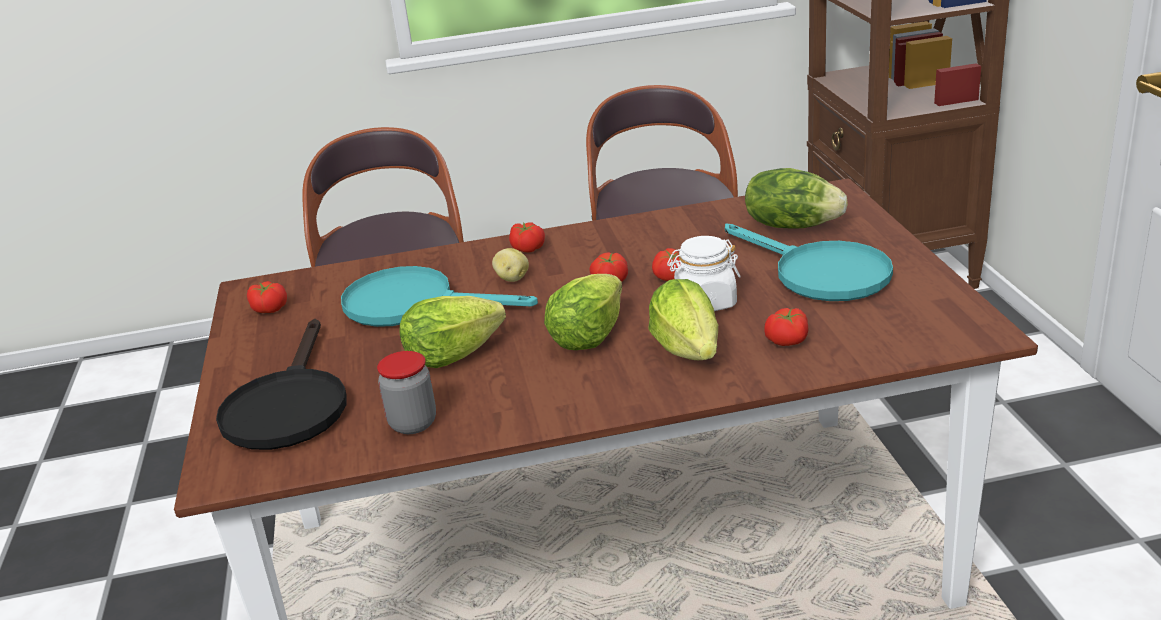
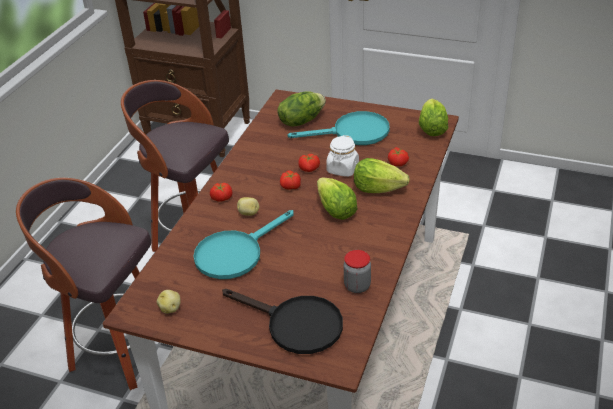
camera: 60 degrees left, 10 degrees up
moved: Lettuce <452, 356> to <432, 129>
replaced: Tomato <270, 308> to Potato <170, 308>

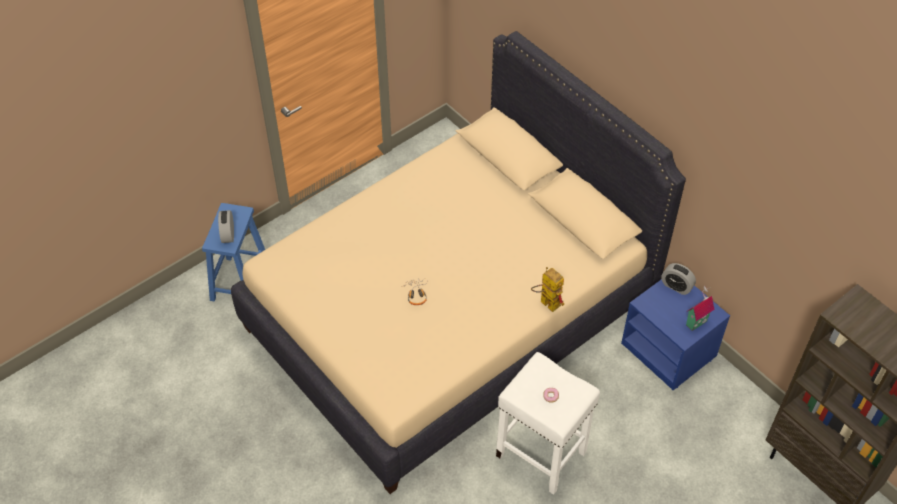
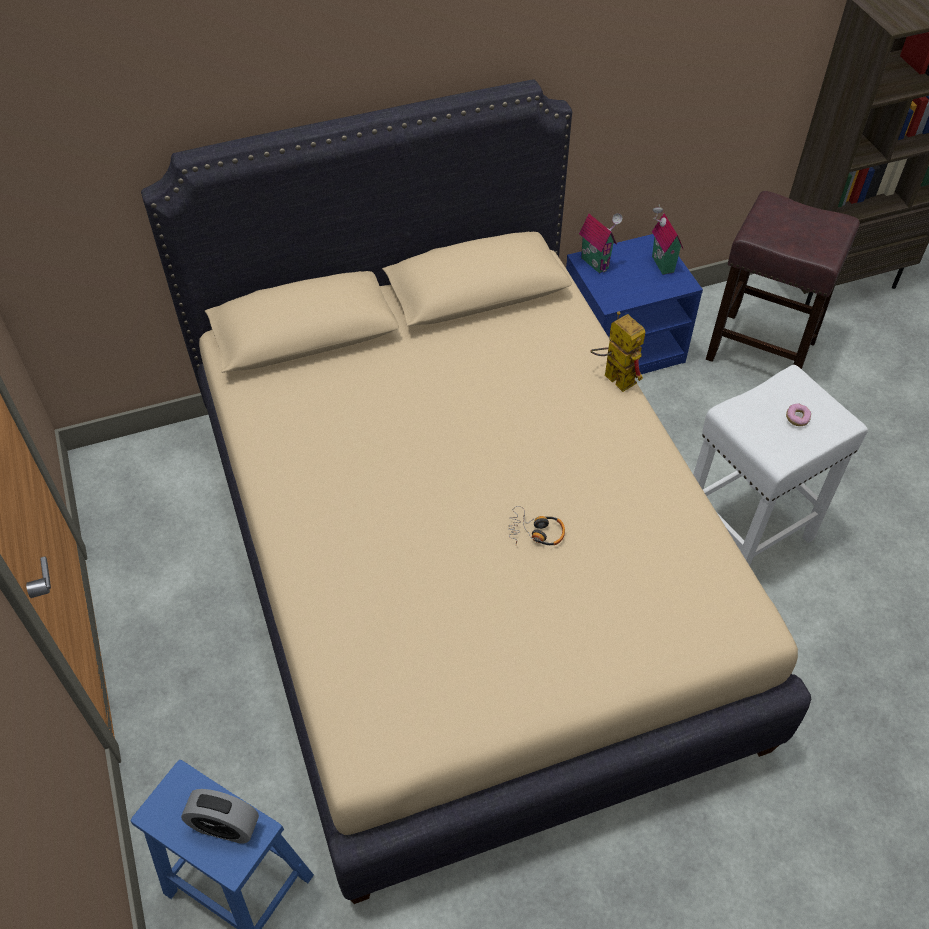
camera: 70 degrees left, 0 degrees up
added: BrownColouredStoolSeat <758, 350>
replaced: BedsideClock <676, 286> to ModelHouse <596, 262>
turned: RobotFigure <546, 302> = <613, 376> 75 degrees clockwise

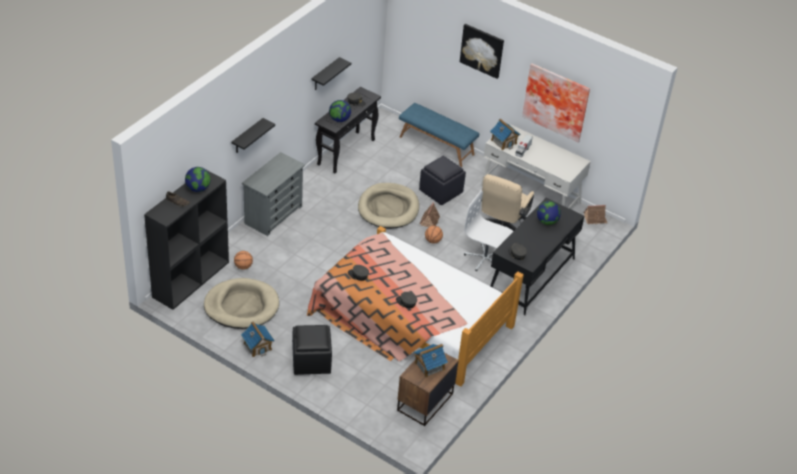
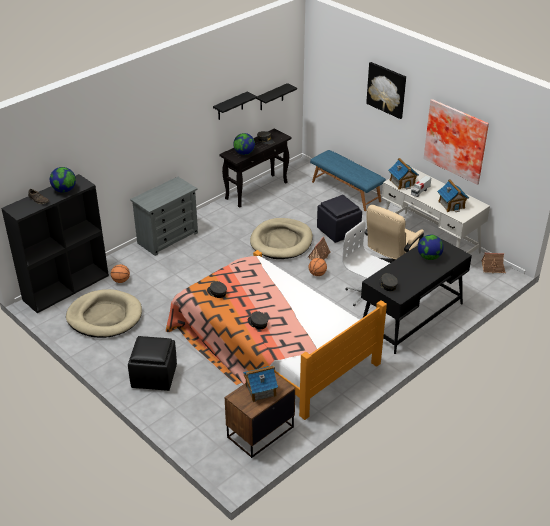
camera: 15 degrees right, 5 degrees down
moved: BlackishBracketShelf <247, 137> to <271, 97>; ModelHouse <257, 346> to <451, 204>

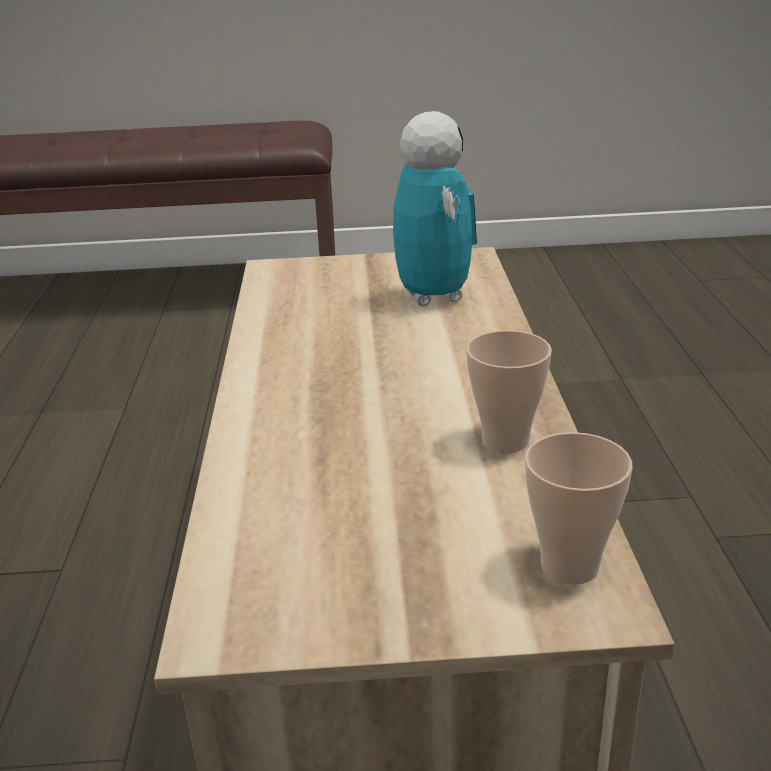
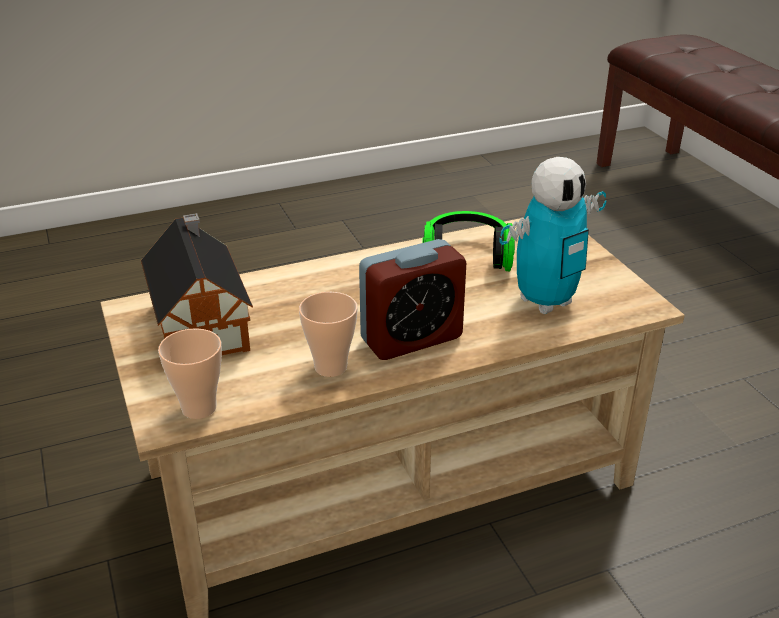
camera: 70 degrees right, 5 degrees up
added: ModelHouse <201, 323>; BedsideClock <411, 339>; Headset <466, 256>

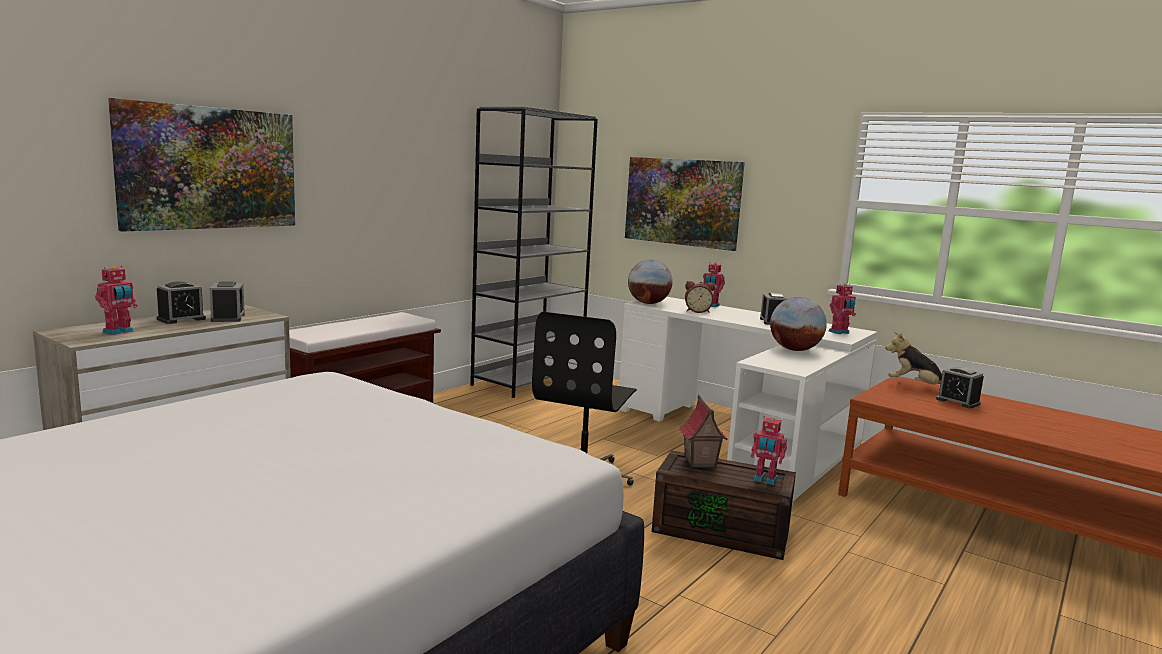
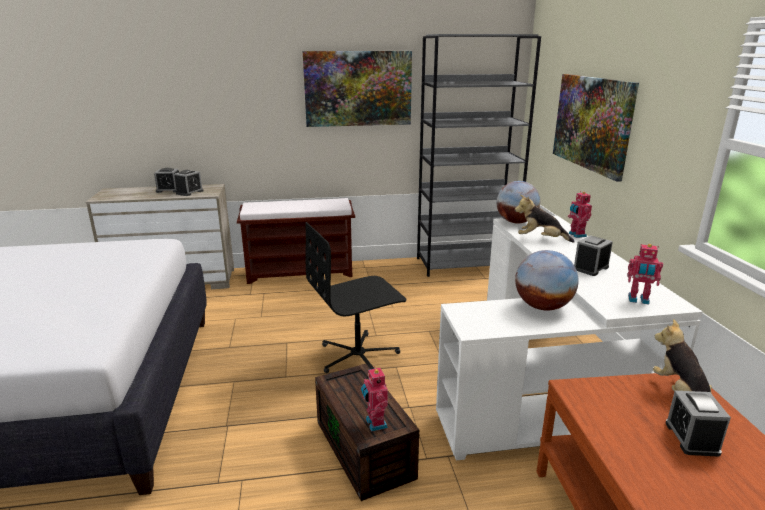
camera: 45 degrees right, 10 degrees up
removed: RobotFigure <119, 332>; ModelHouse <699, 462>
moved: WallPicture <209, 168> to <358, 88>
replaced: BedsideClock <697, 311> to SoftToy <540, 239>

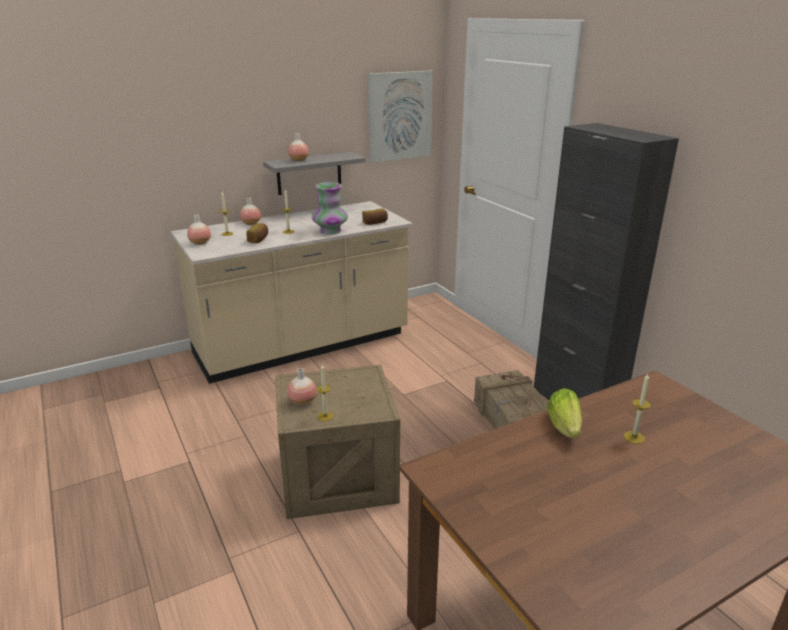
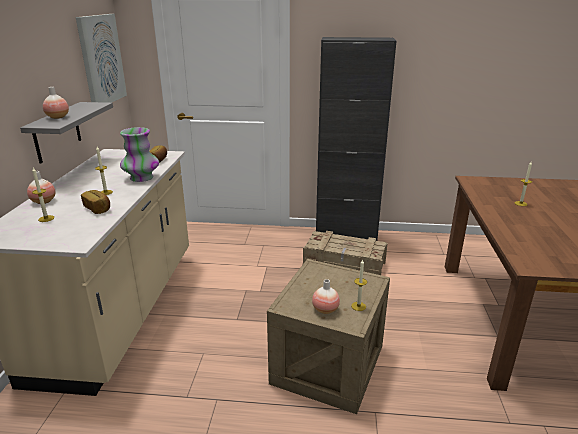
camera: 55 degrees left, 0 degrees up
removed: DecorativeVase <200, 243>; Lettuce <565, 428>

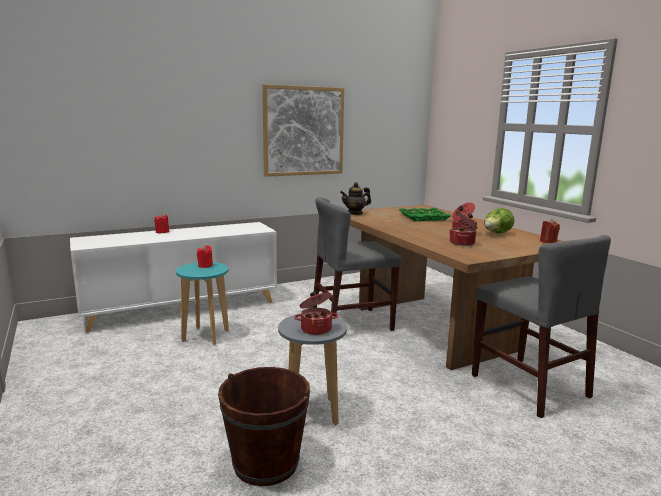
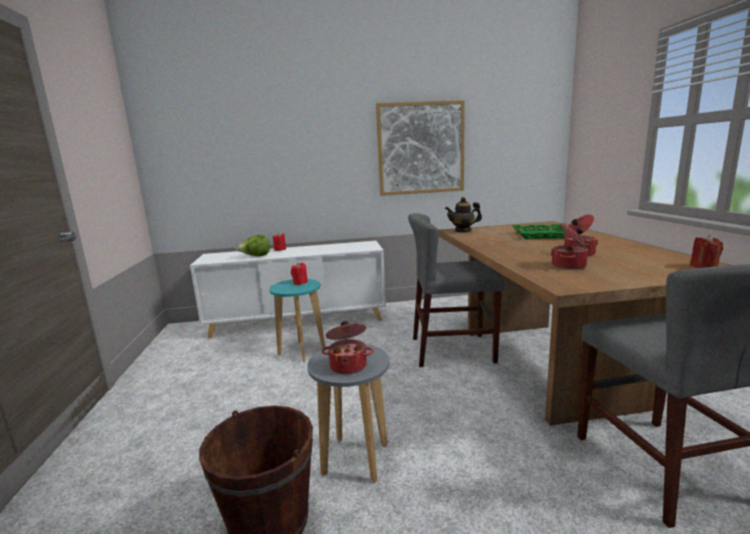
camera: 20 degrees right, 0 degrees up
moved: Lettuce <496, 234> to <256, 256>

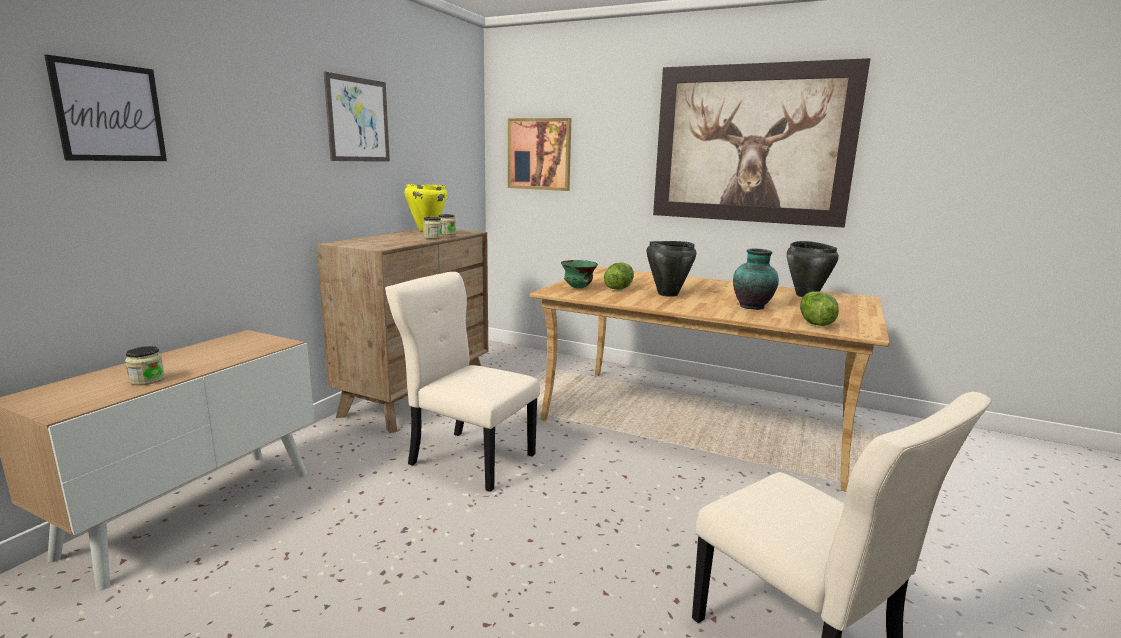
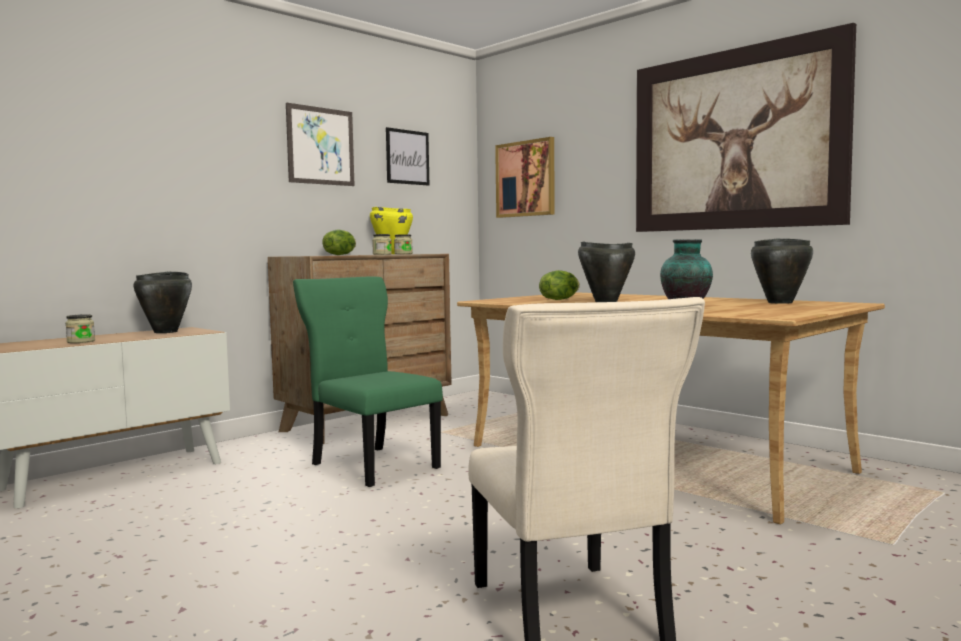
camera: 20 degrees right, 10 degrees down
removed: GreenBowl <578, 288>
added: BlackishCookingPot <166, 332>
moved: WallPicture <110, 112> to <407, 157>; Lettuce <814, 323> to <340, 255>
recoloured: BeigeColouredChair <468, 458> to GreenChair <372, 465>

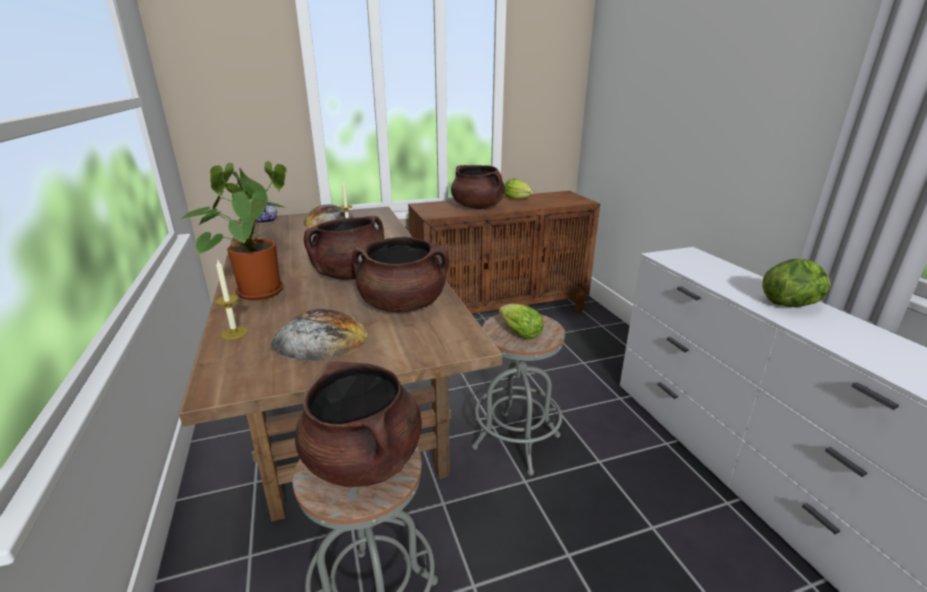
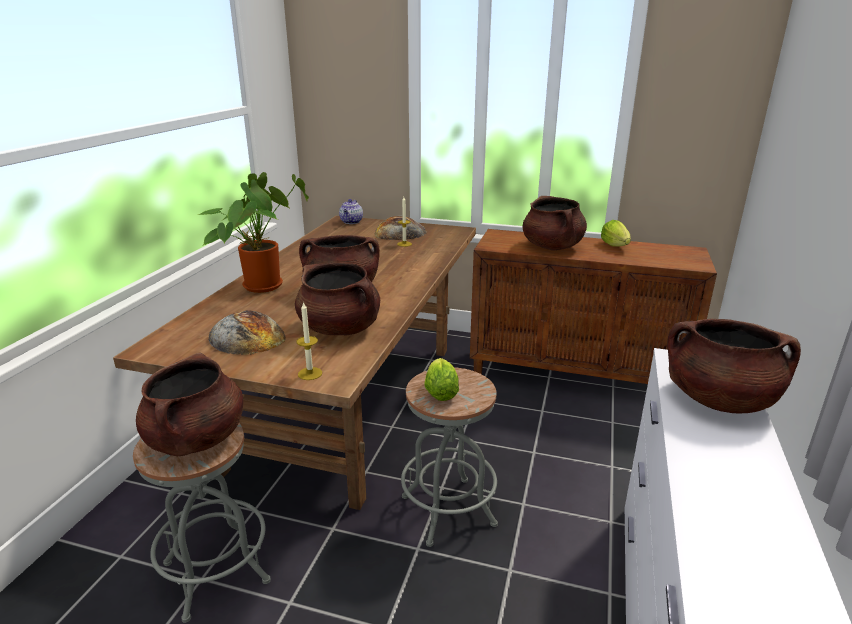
camera: 35 degrees right, 0 degrees up
removed: Lettuce <791, 304>
added: BrownColouredCookingPot <719, 400>
moved: Candle <234, 333> to <310, 373>

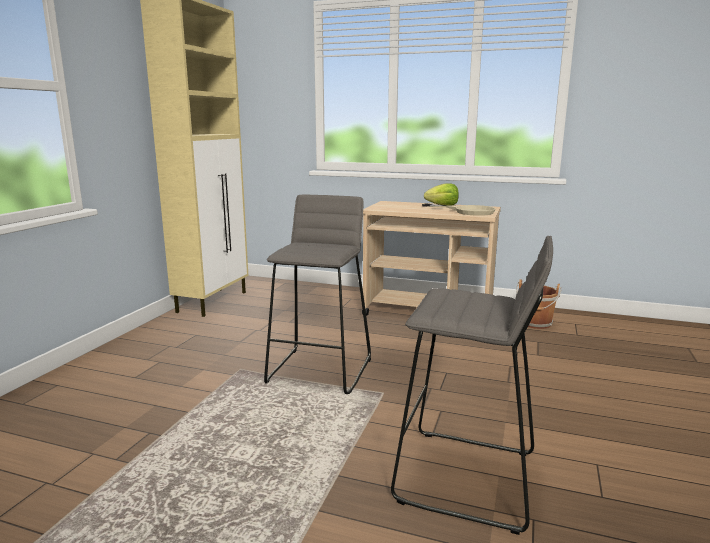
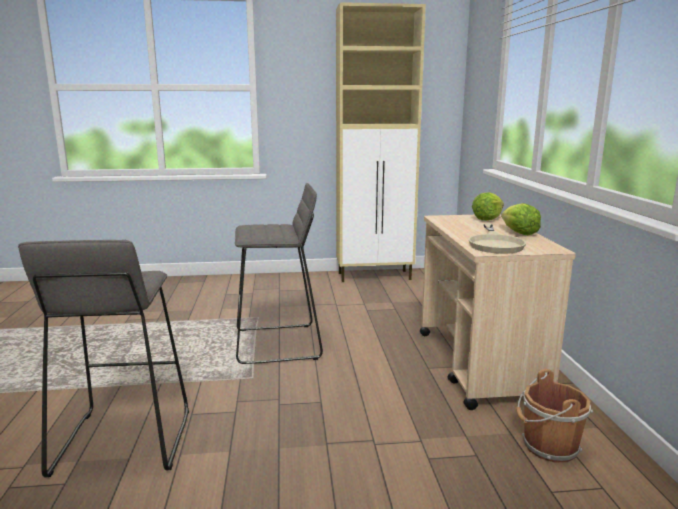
camera: 65 degrees right, 0 degrees up
added: Lettuce <487, 219>

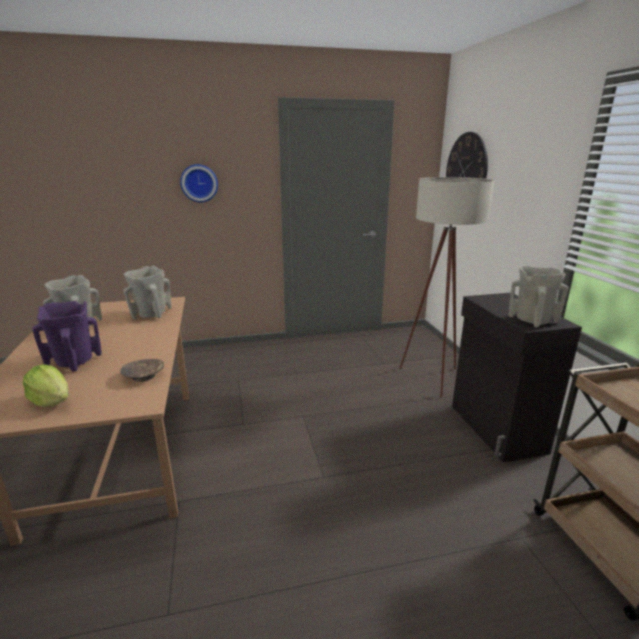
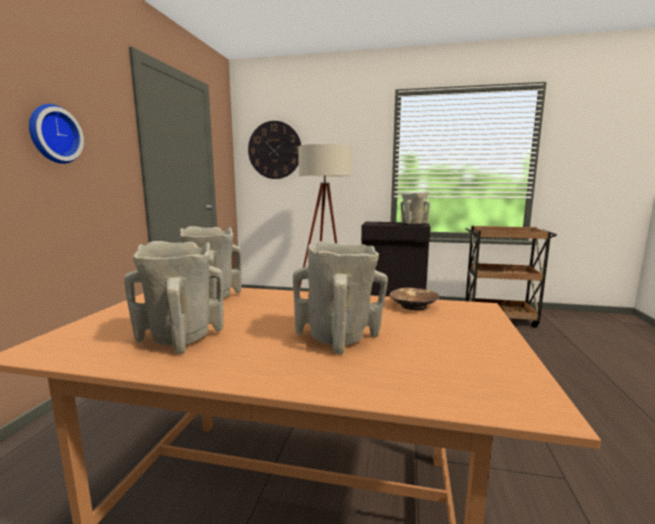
camera: 65 degrees left, 10 degrees down
removed: Lettuce <51, 401>
recoloured: PurpleColouredDecorativeVase <74, 362> to BeigeColouredDecorativeVase <340, 337>

